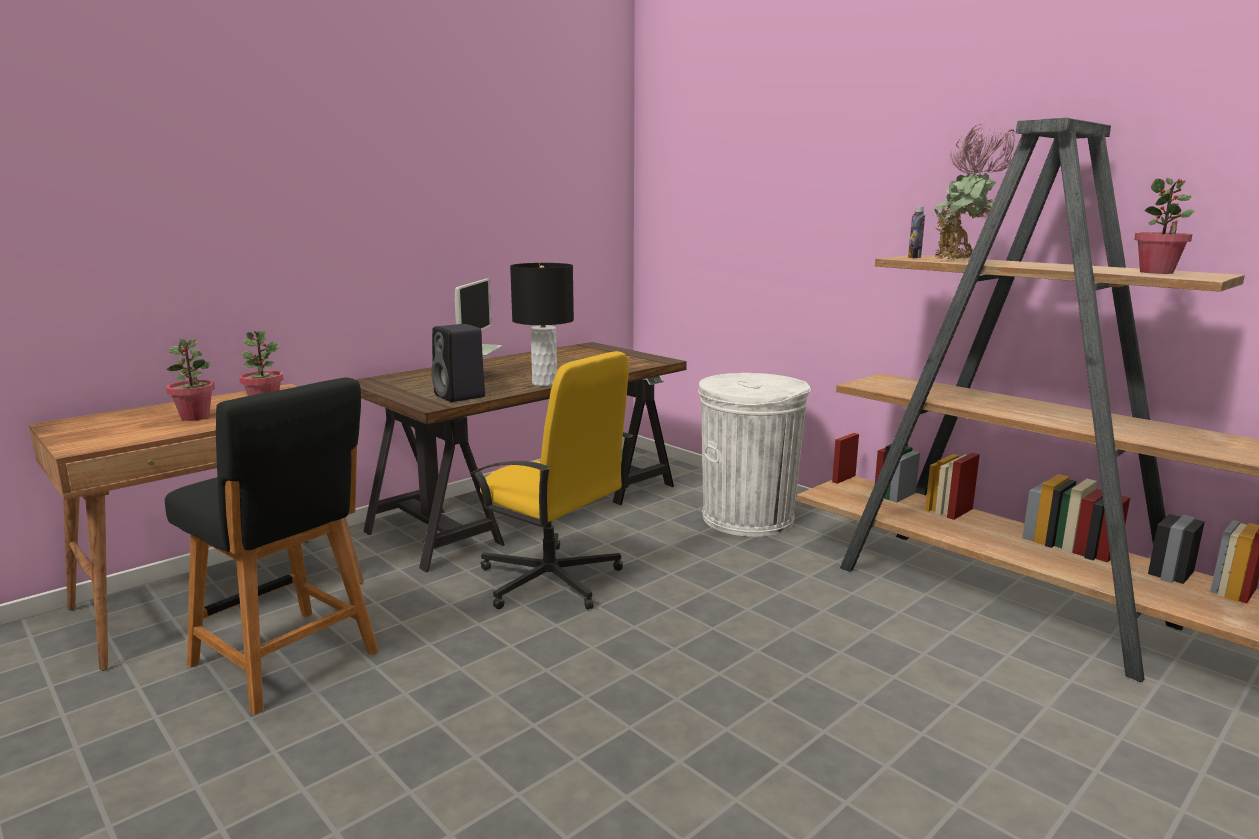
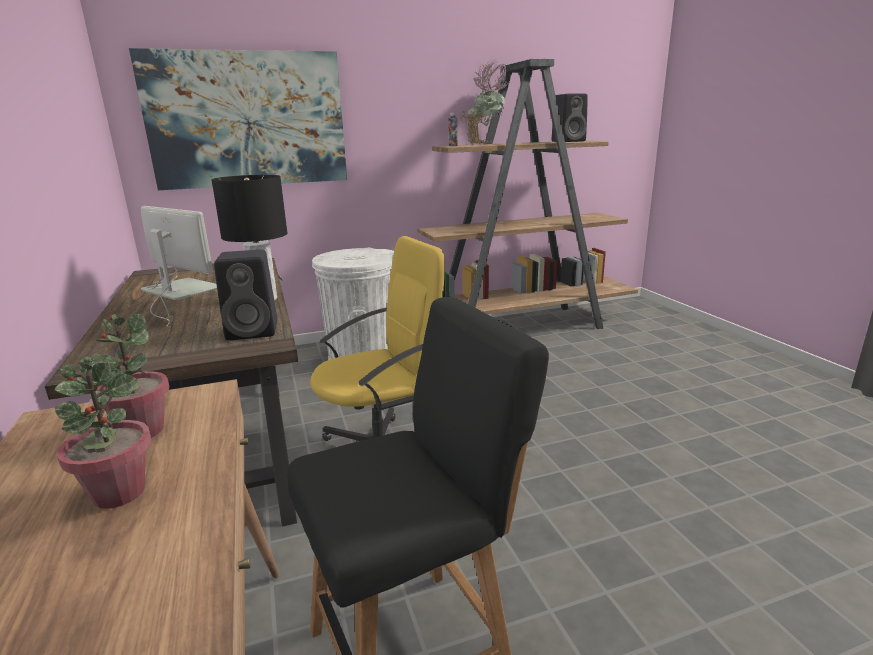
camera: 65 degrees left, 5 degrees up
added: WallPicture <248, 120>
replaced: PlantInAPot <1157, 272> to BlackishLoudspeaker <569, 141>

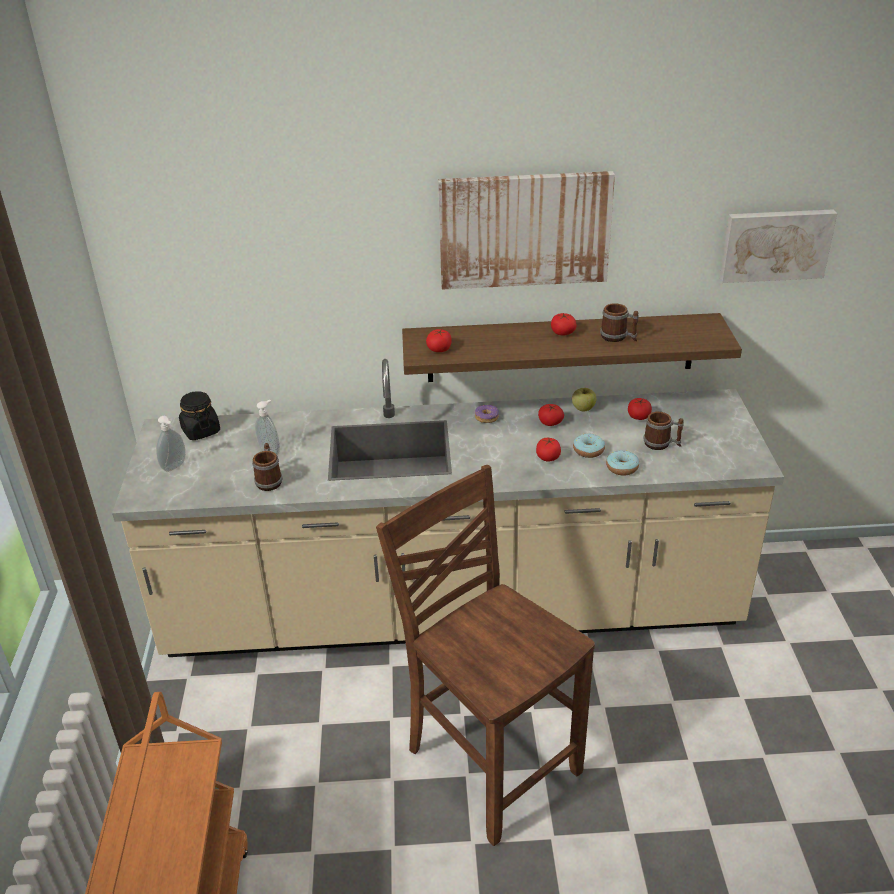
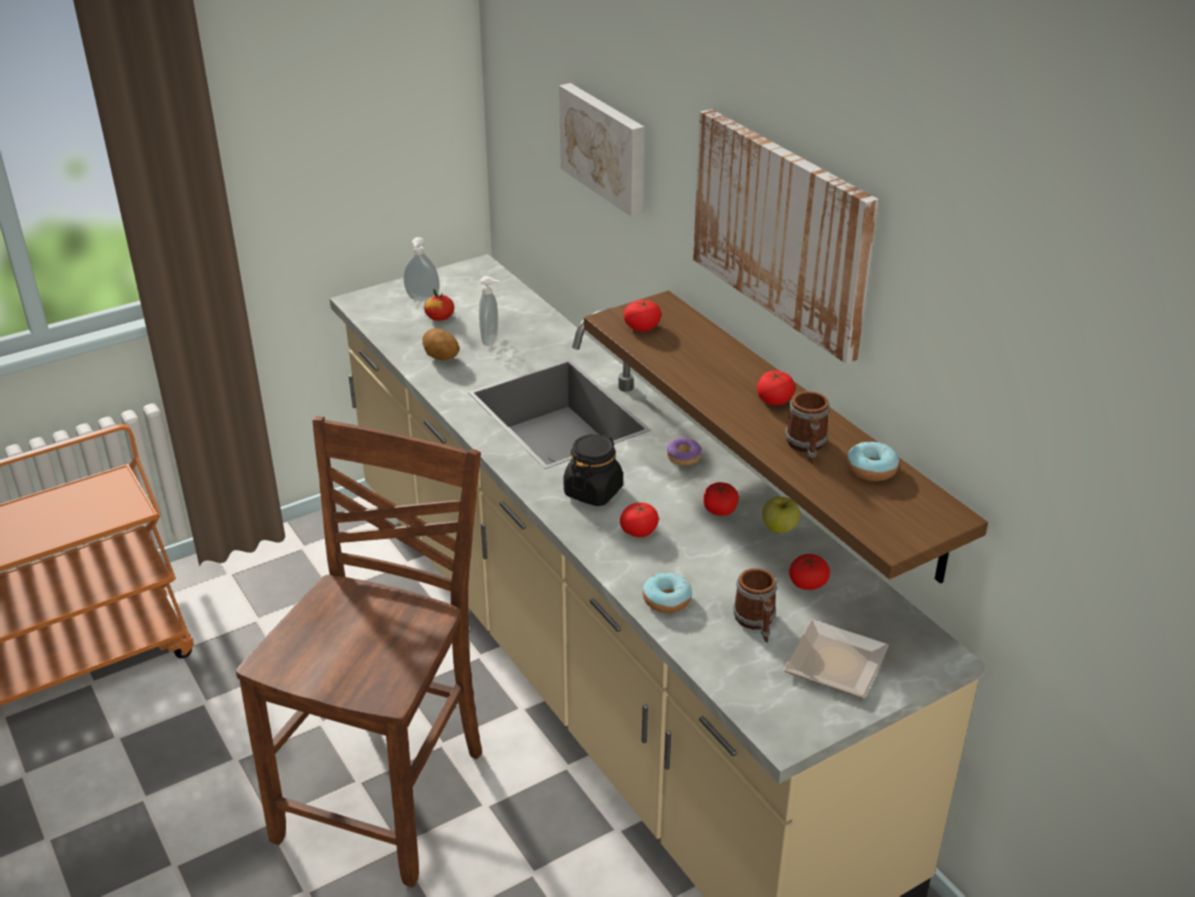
camera: 60 degrees right, 0 degrees up
added: WholeApple <440, 317>; Plate <837, 666>
moved: BlackishStorageJar <201, 431> to <593, 491>; RingDoughnut <588, 450> to <871, 469>; WallPicture <775, 244> to <606, 147>
replaced: TeaMug <269, 480> to Potato <441, 358>

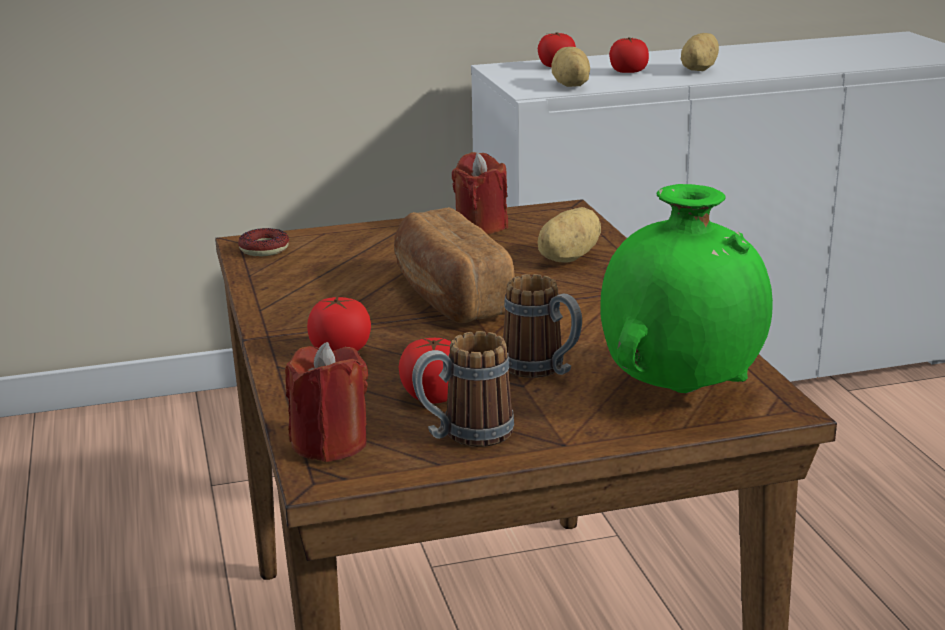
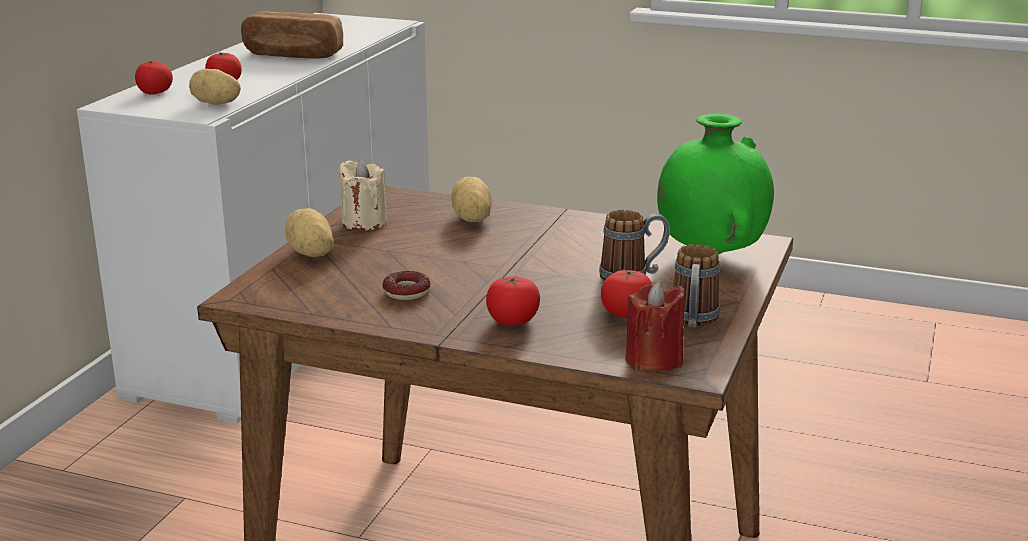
camera: 55 degrees left, 0 degrees up
moved: RingDoughnut <264, 249> to <406, 292>; BakeryBread <449, 297> to <292, 55>; Potato <696, 70> to <310, 254>
recoloured: RedColouredCandle <481, 226> to BeigeColouredCandle <364, 222>

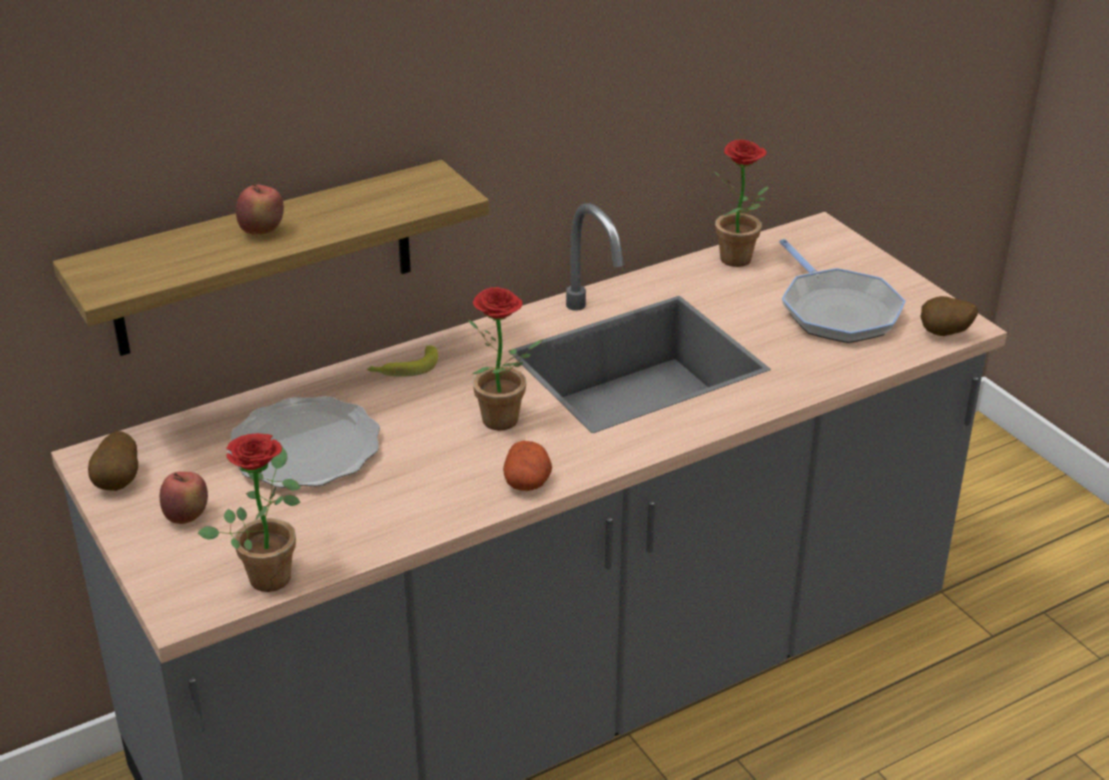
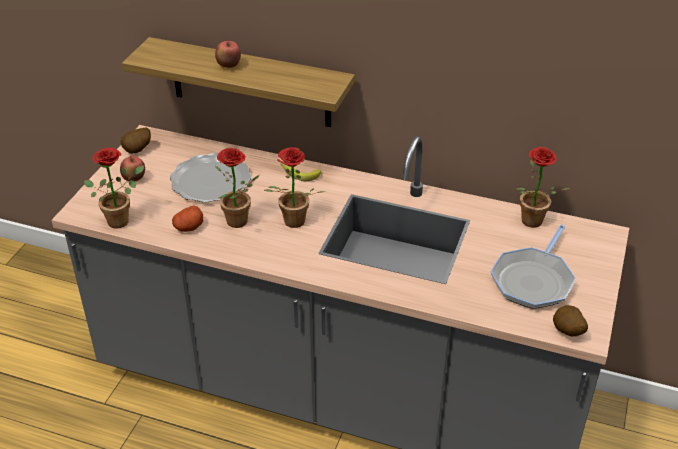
camera: 50 degrees right, 5 degrees up
added: PlantInAPot <238, 224>
moved: Potato <527, 482> to <189, 227>

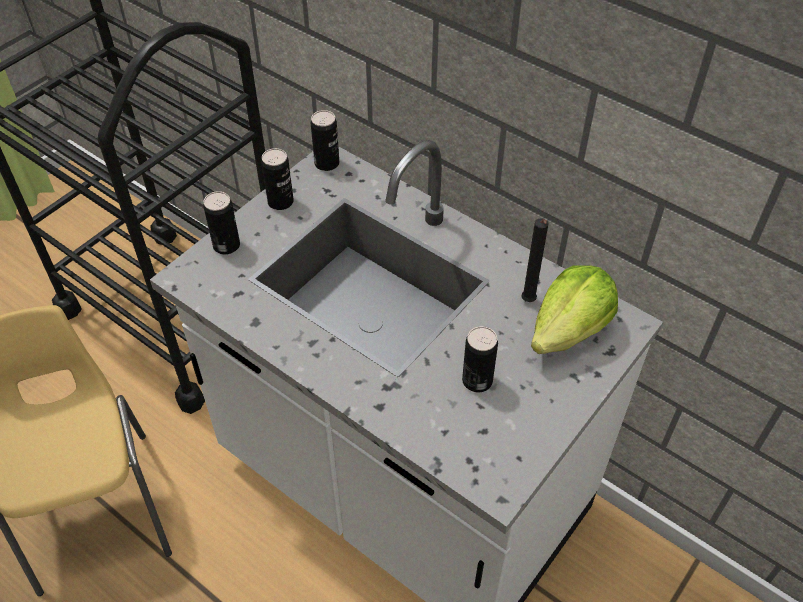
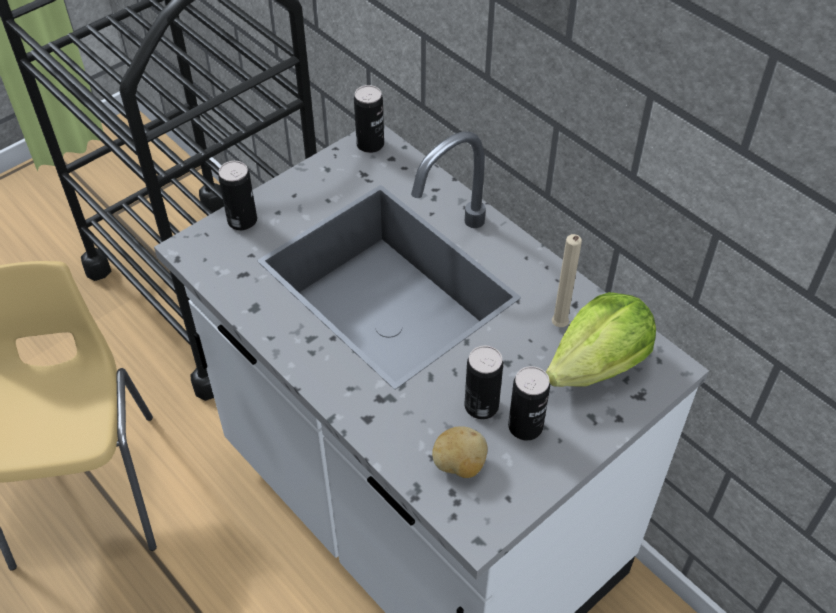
camera: 10 degrees right, 0 degrees up
added: Potato <459, 465>
moved: SealedCan <280, 202> to <525, 426>
recoloured: BlackishCandle <528, 302> to BeigeColouredCandle <559, 327>

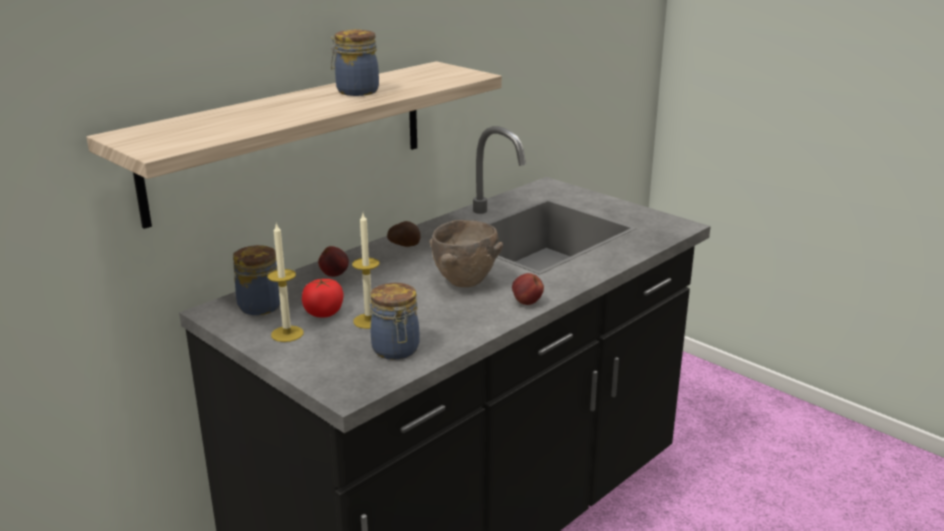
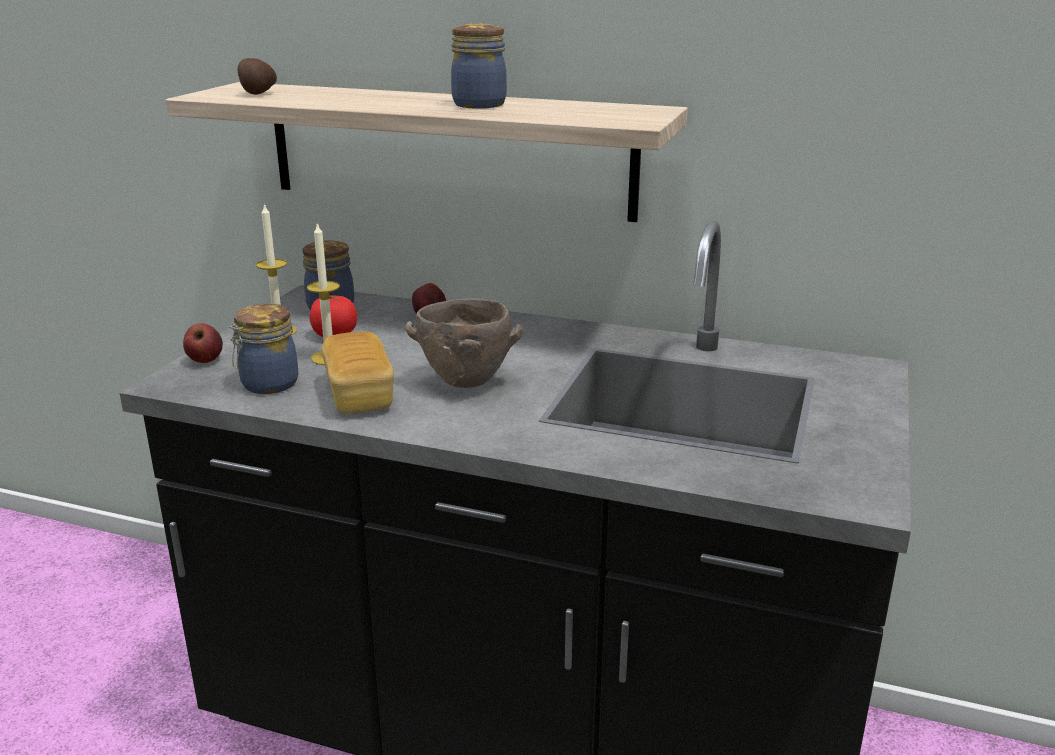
camera: 65 degrees right, 0 degrees up
added: BakeryBread <359, 395>
moved: Potato <405, 245> to <257, 94>; WholeApple <526, 303> to <205, 360>

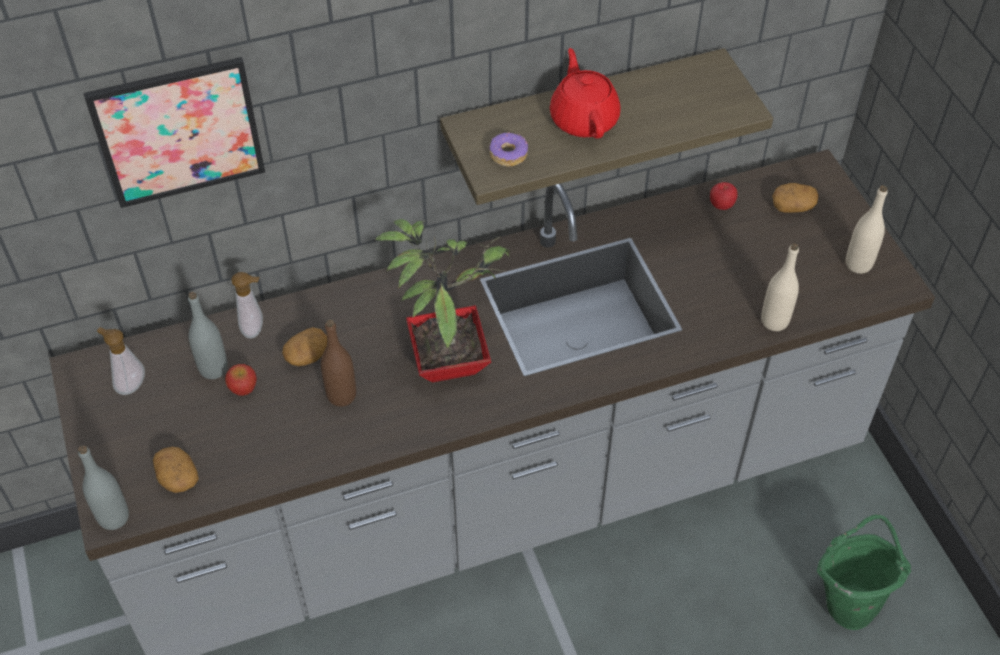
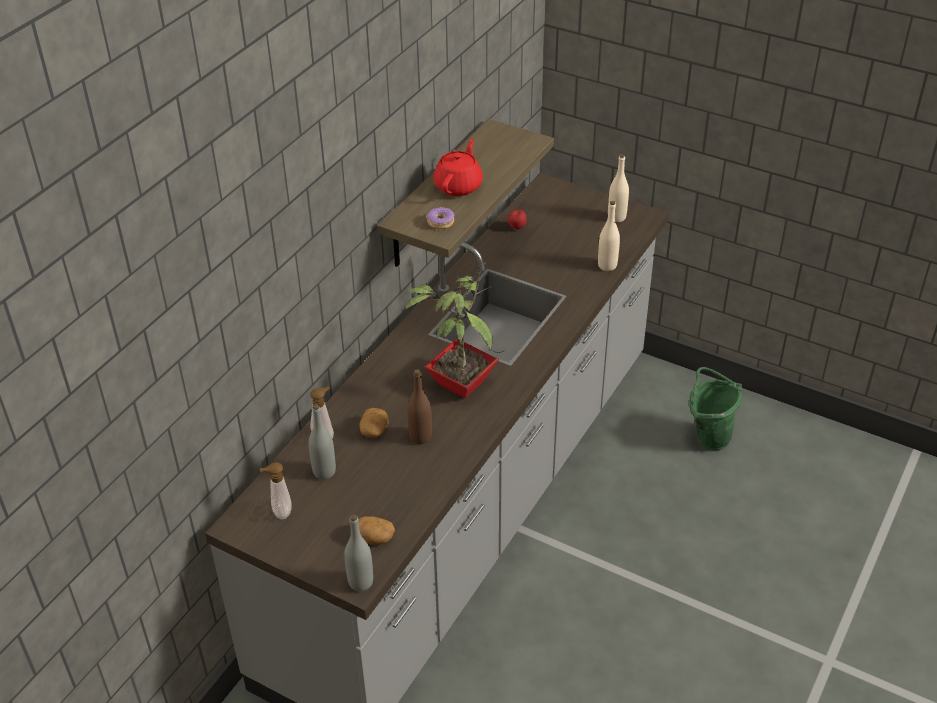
camera: 40 degrees left, 10 degrees down
removed: WallPicture <178, 132>; WholeApple <243, 389>; Potato <793, 206>
turned: RedColouredTeapot <584, 119> = <459, 185> 75 degrees clockwise

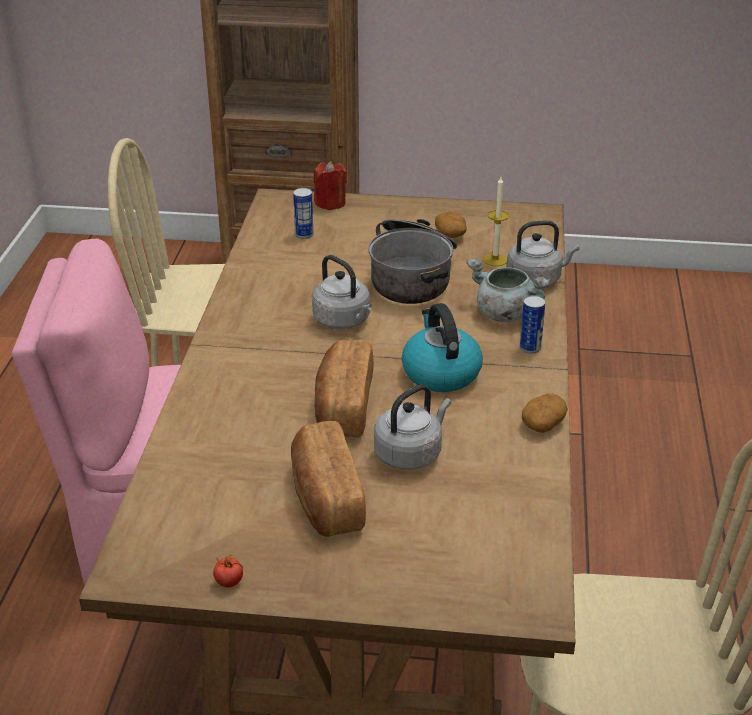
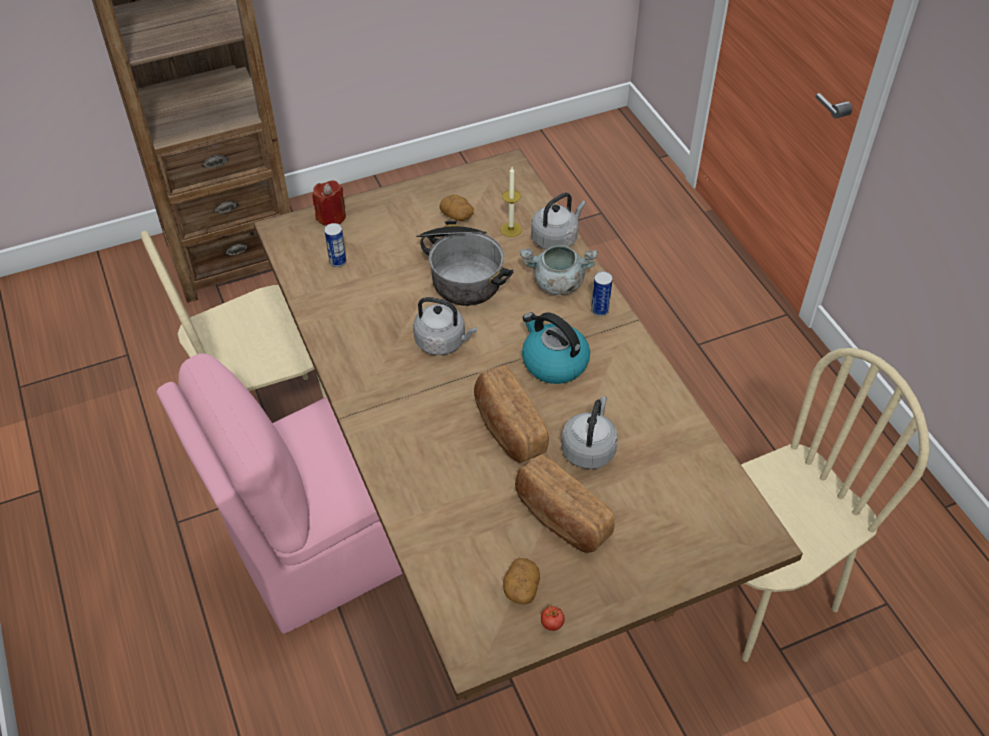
camera: 30 degrees left, 15 degrees up
moved: Potato <543, 423> to <521, 587>

